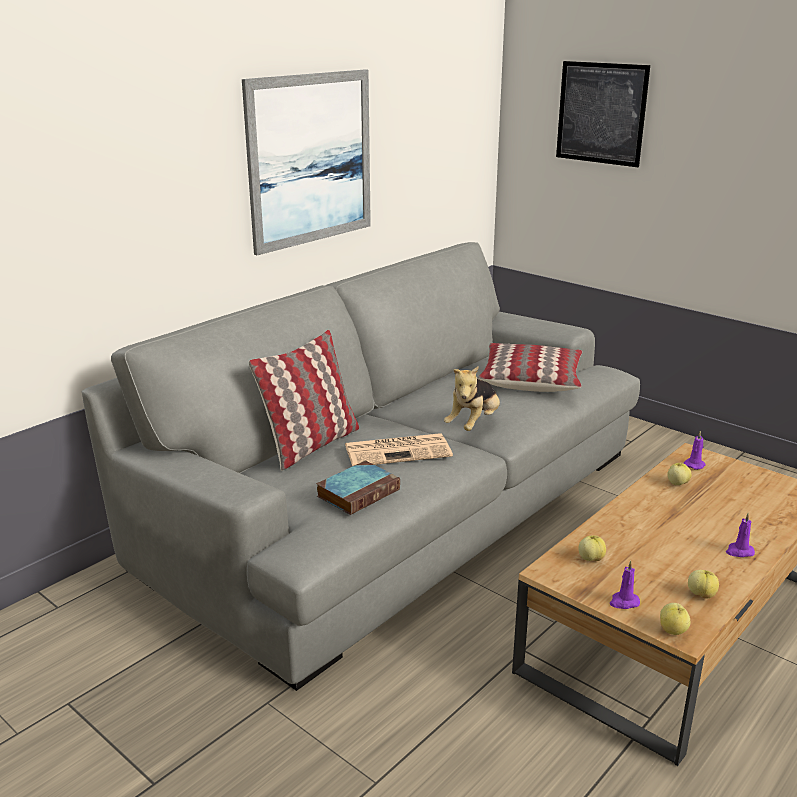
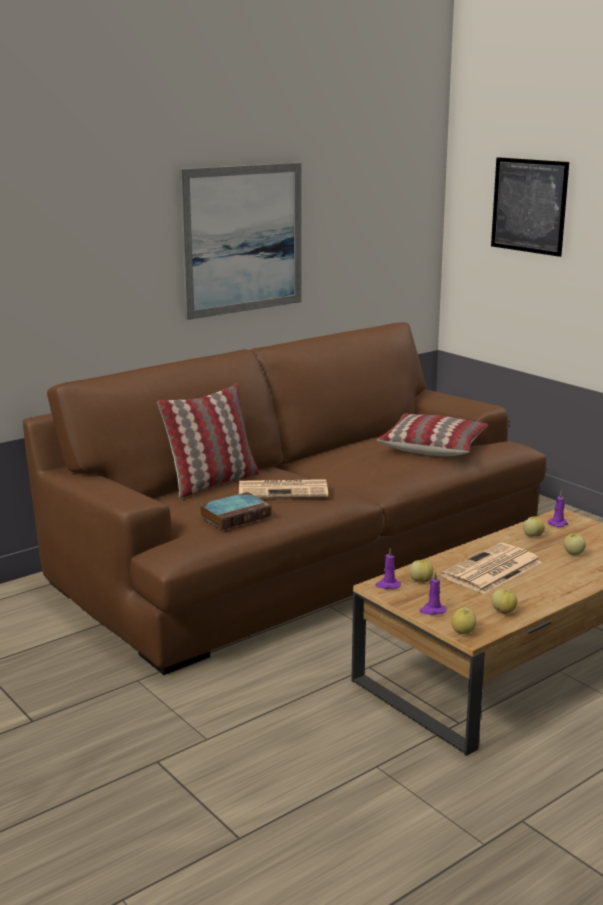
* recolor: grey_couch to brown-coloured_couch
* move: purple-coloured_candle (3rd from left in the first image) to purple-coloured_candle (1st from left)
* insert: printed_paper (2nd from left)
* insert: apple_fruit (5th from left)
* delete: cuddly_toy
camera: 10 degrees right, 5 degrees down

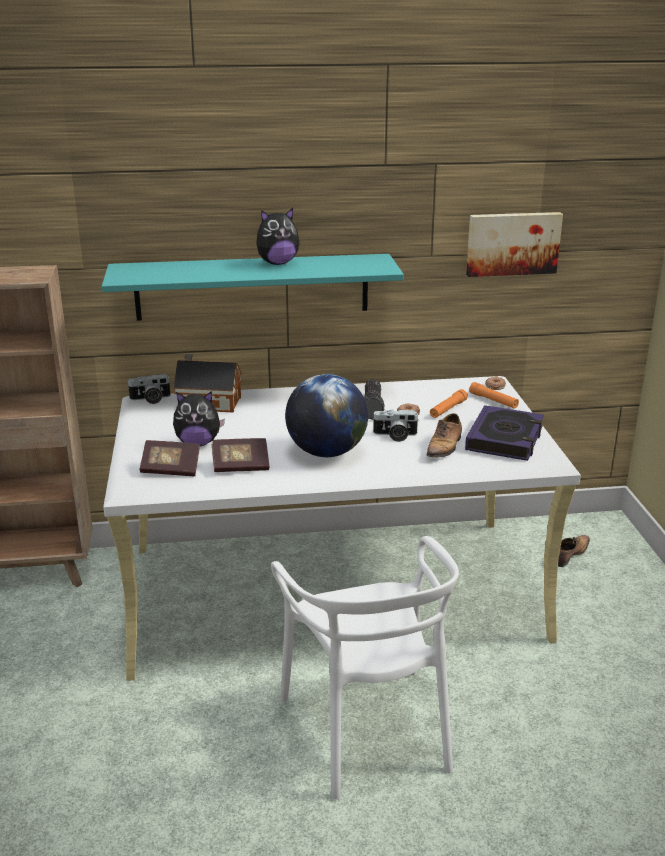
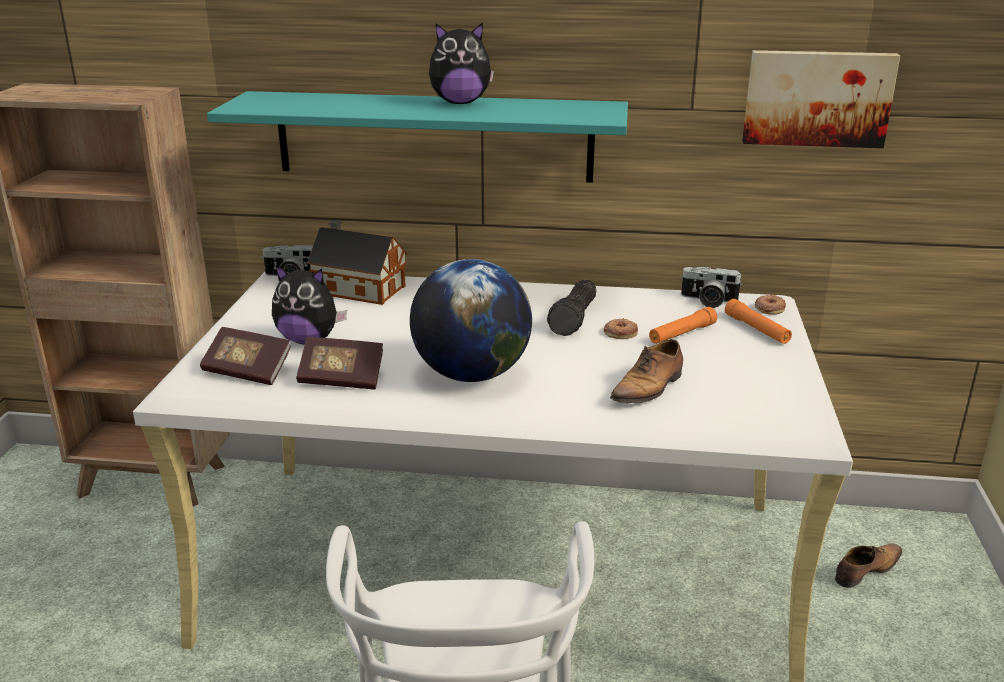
* move: photo_camera (2nd from left)
* delete: book (3rd from left)
camera: 15 degrees right, 0 degrees up

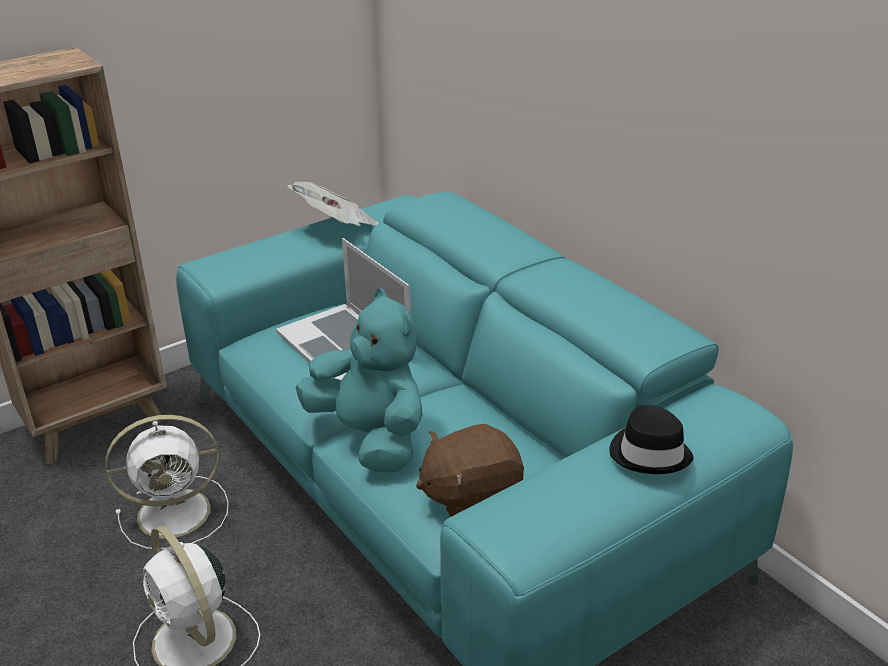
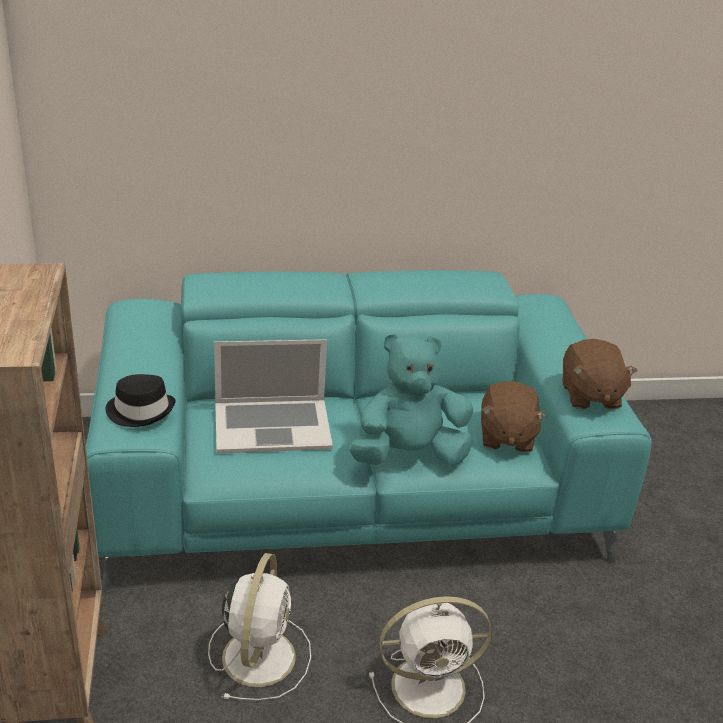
* move: blackish_clothing_hat
* insert: brown-coloured_cuddly_toy (2nd from left)
* delete: printed_paper
camera: 65 degrees left, 0 degrees up

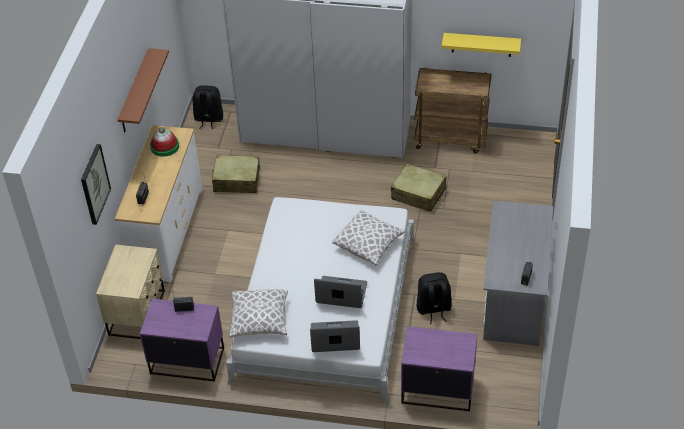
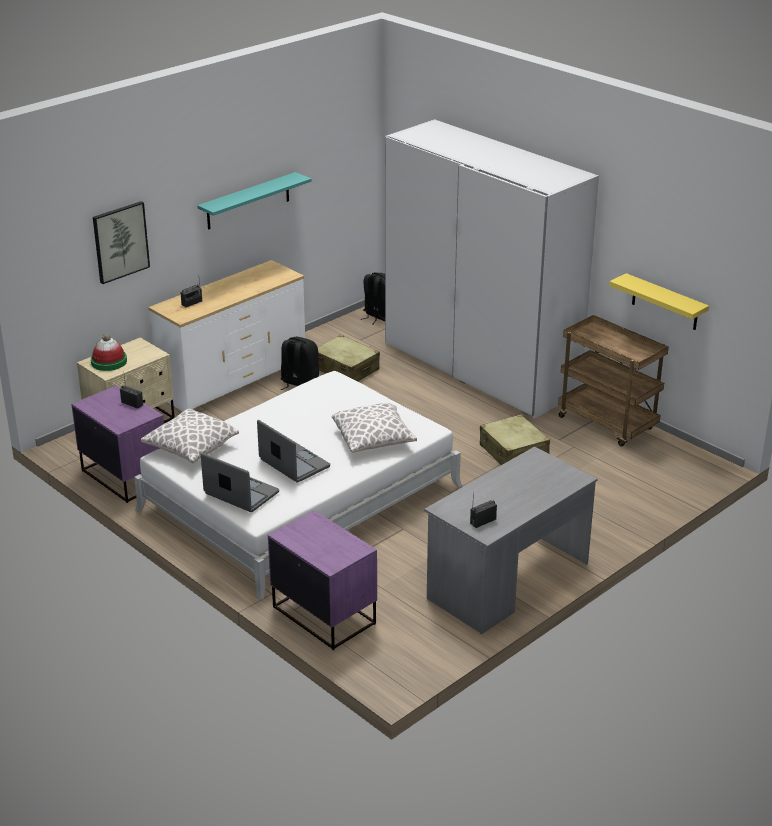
* move: clothing_hat
* recolor: brown-coloured_bracket_shelf to turquoise-coloured_bracket_shelf
* move: blackish_backpack (2nd from left in the first image) to blackish_backpack (1st from left)
camera: 35 degrees right, 15 degrees down

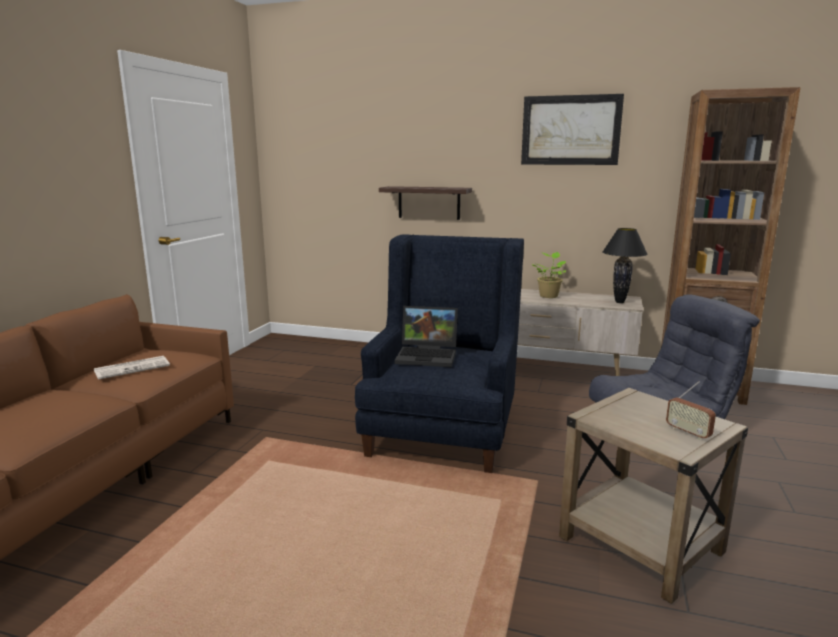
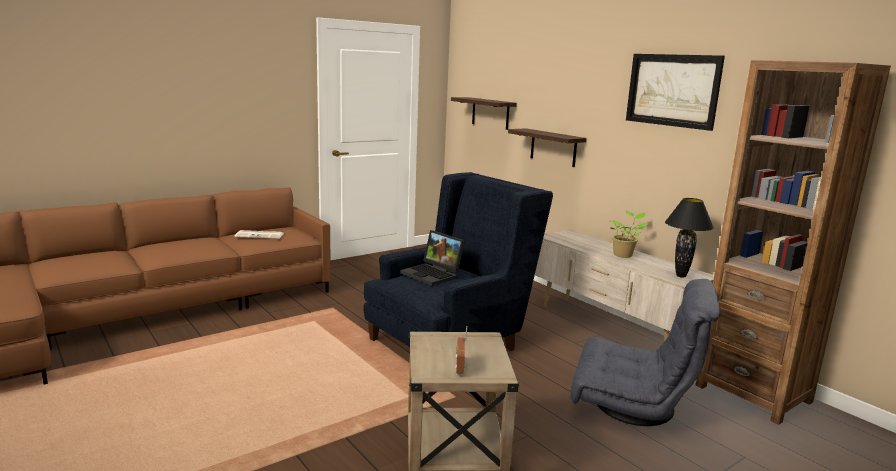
* insert: bracket_shelf (1st from left)
camera: 35 degrees right, 0 degrees up

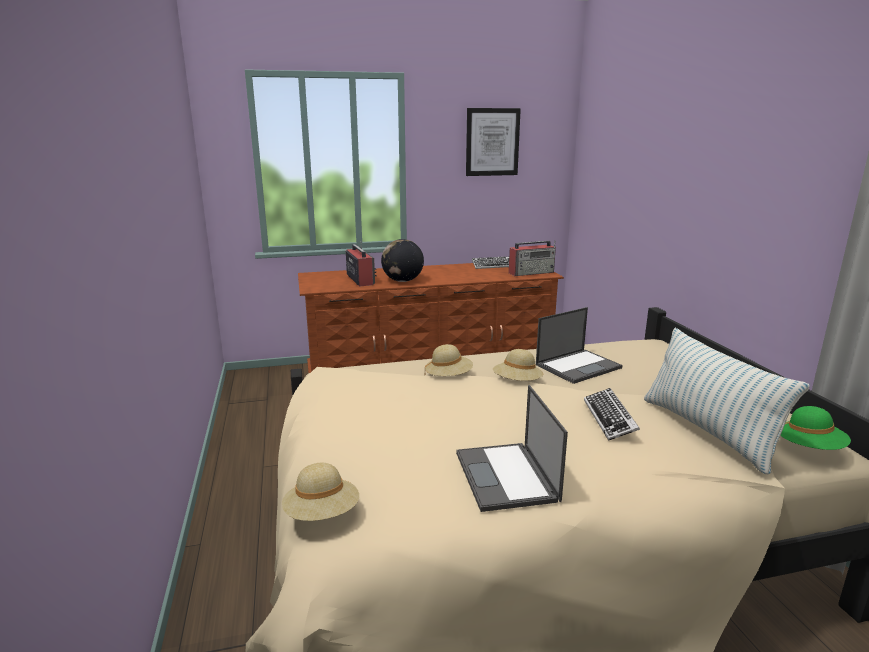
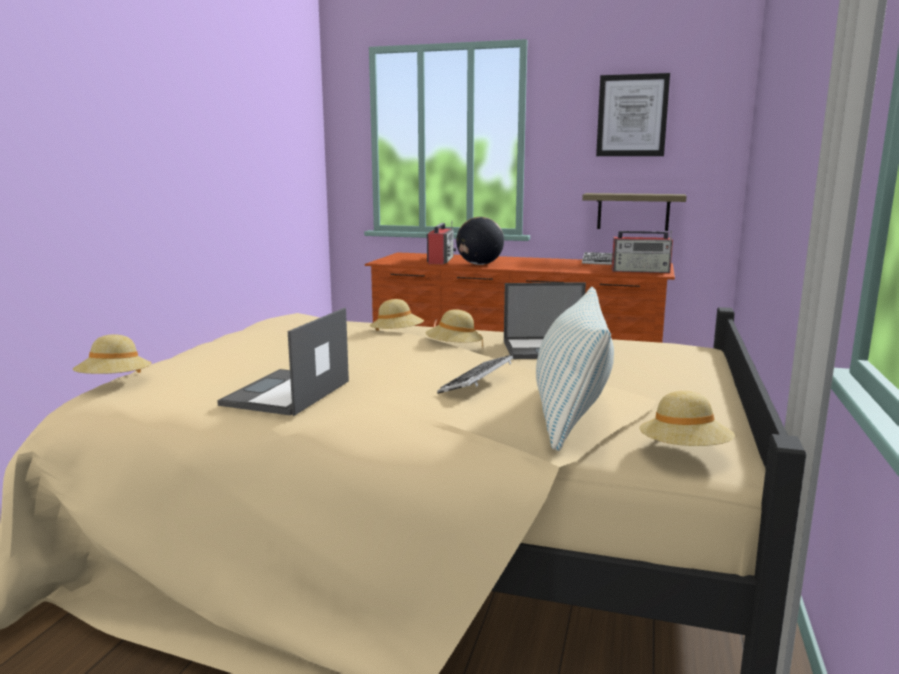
* insert: bracket_shelf
* recolor: green-coloured_clothing_hat to beige_clothing_hat (4th from left)
camera: 30 degrees right, 5 degrees down

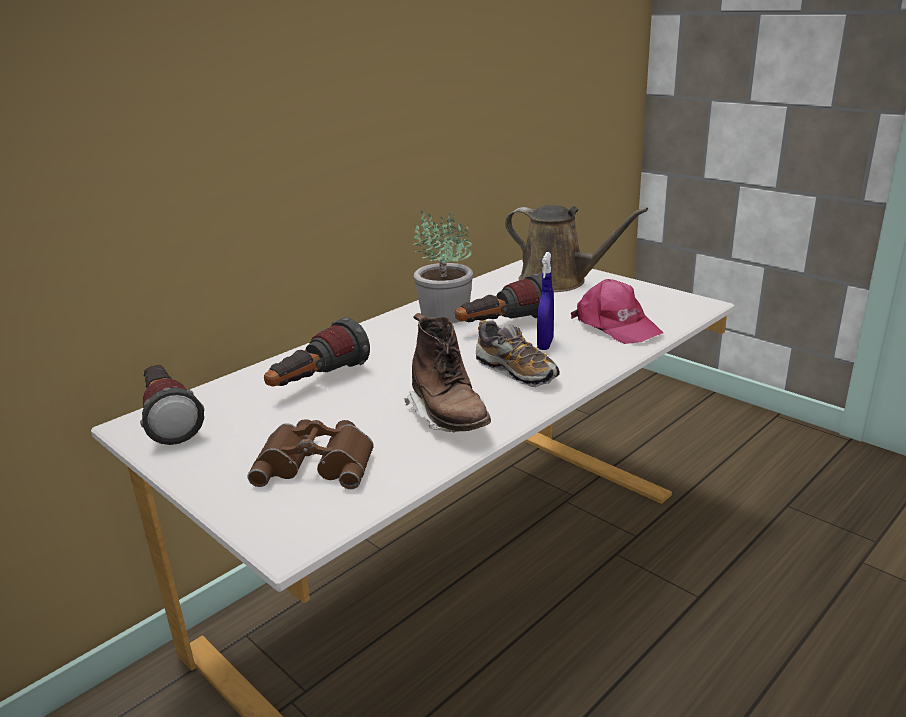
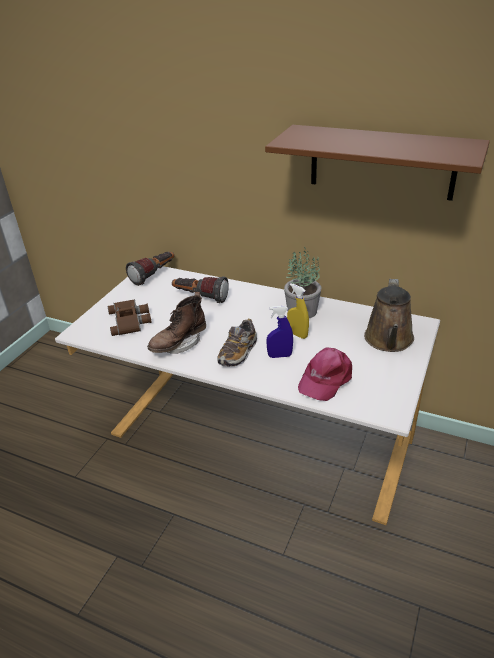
* insert: brown-coloured_bracket_shelf
* replace: torch (3rd from left) to yellowish_sprayer
camera: 70 degrees right, 10 degrees up

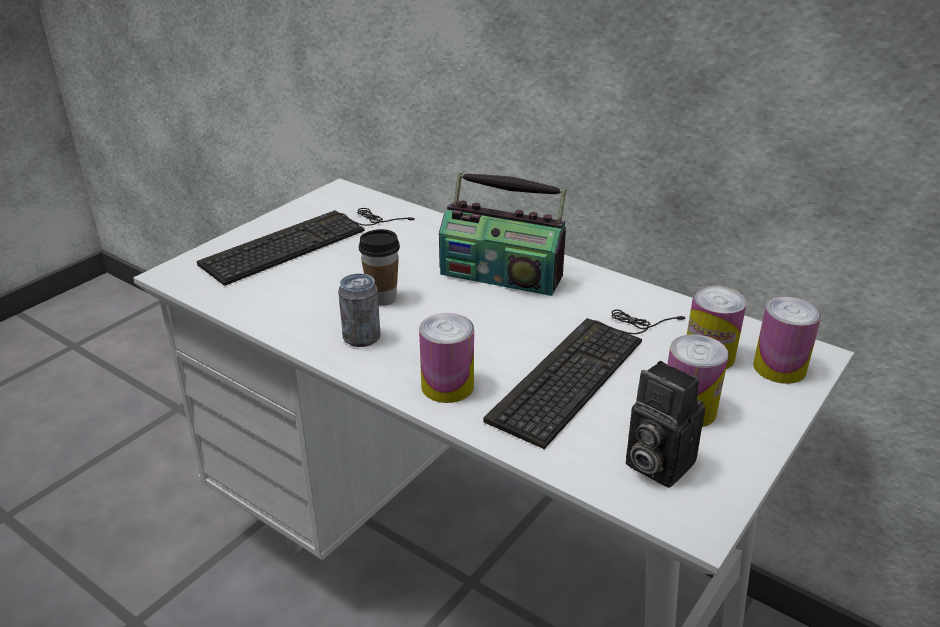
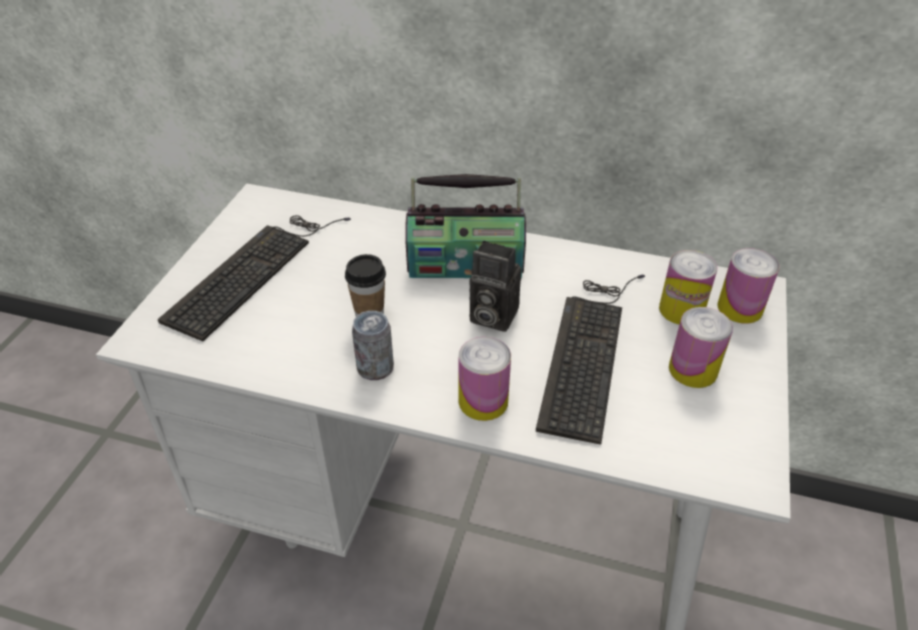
* move: photo_camera
camera: 20 degrees left, 10 degrees up

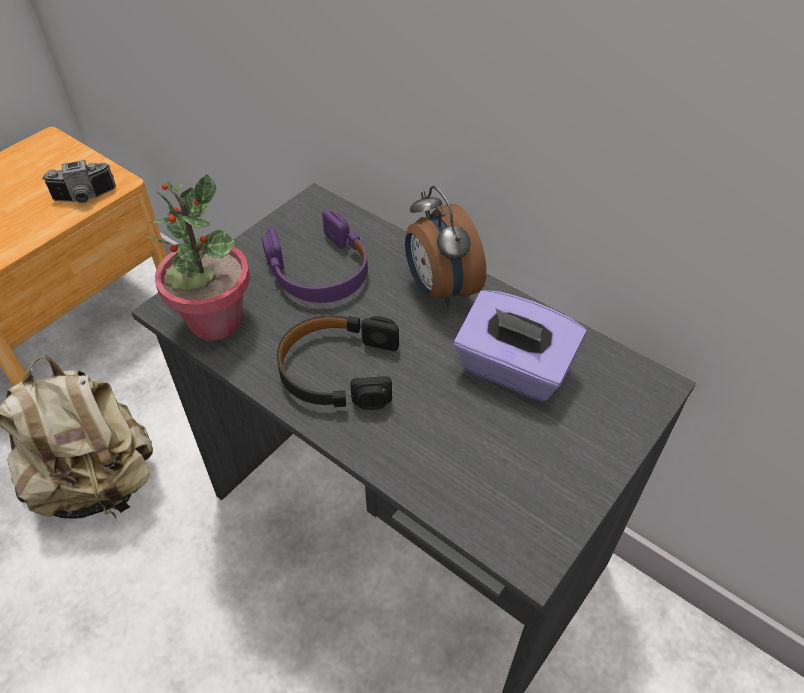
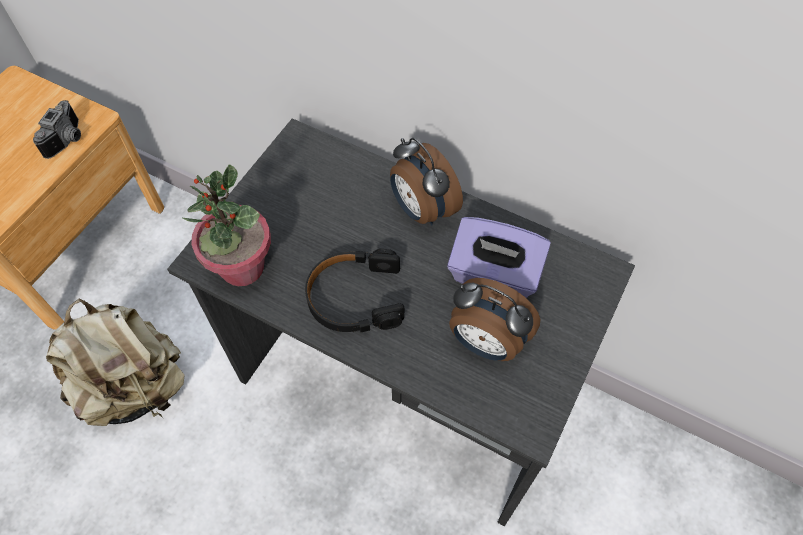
* rotate: photo_camera 45 degrees counterclockwise
* insert: table_clock (2nd from left)
* delete: purple-coloured_headset
camera: 10 degrees left, 10 degrees up

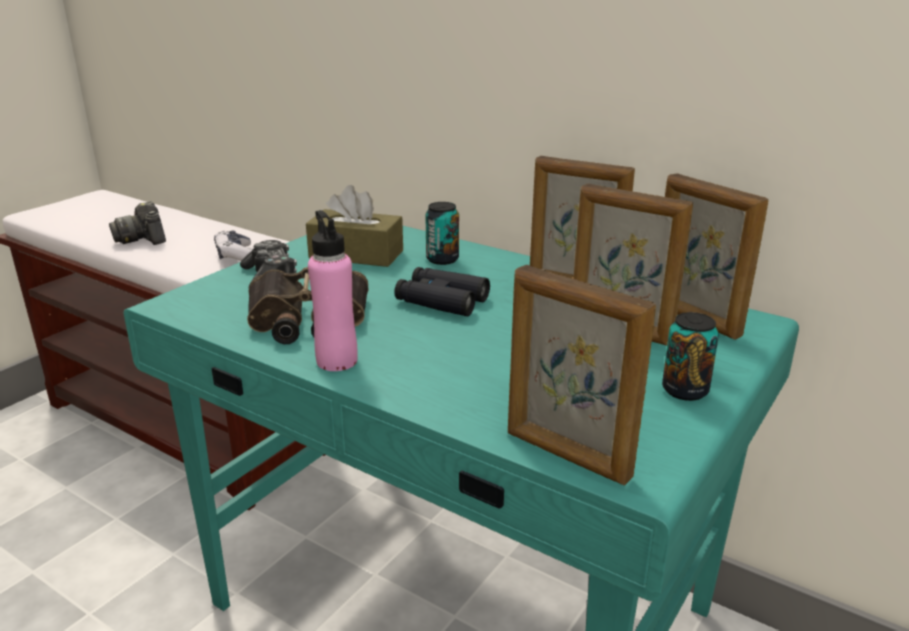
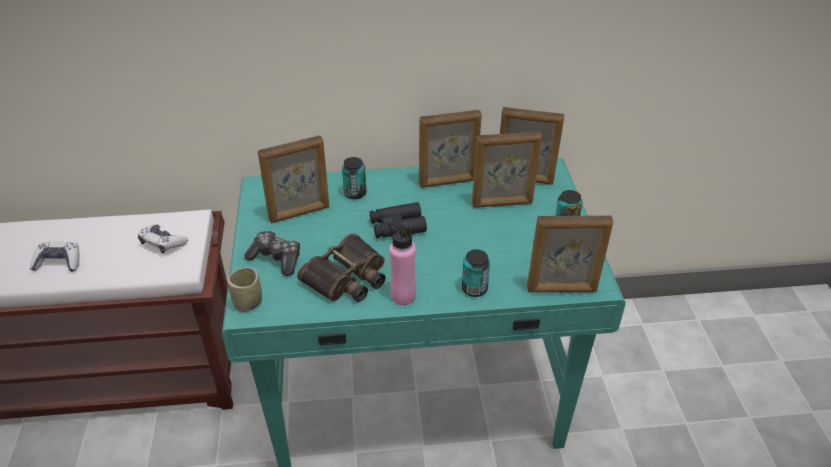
* replace: photo_camera to gamepad (1st from left)
* insert: cup
* replace: brown-coloured_tissue_box to photo_frame (1st from left)
* insert: sealed_can (2nd from left)
camera: 40 degrees left, 15 degrees up

